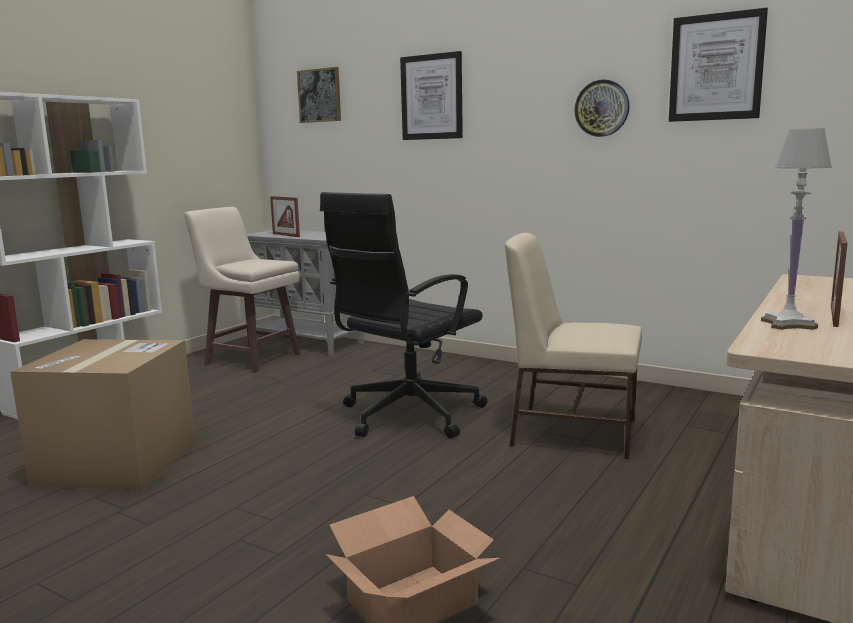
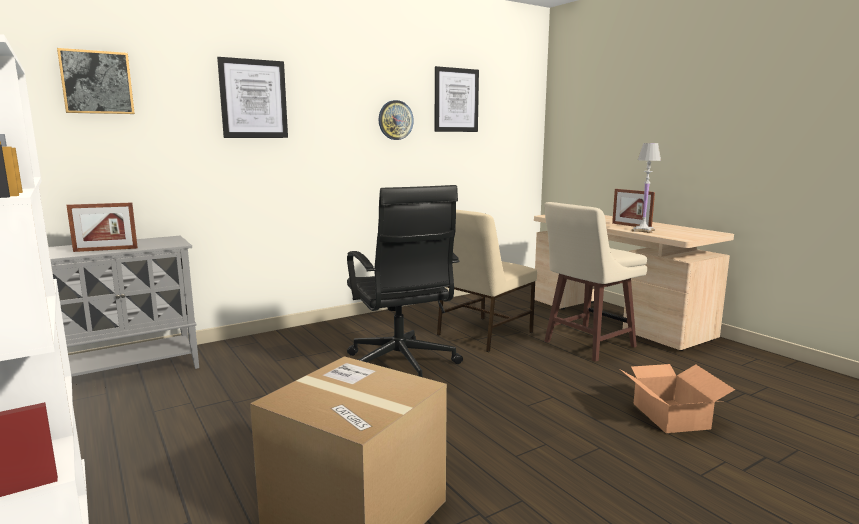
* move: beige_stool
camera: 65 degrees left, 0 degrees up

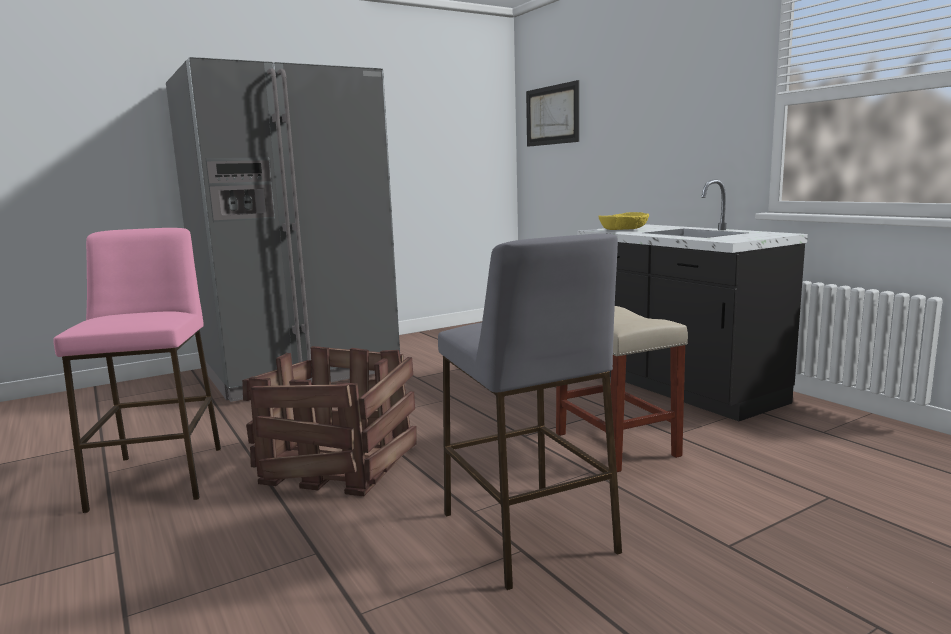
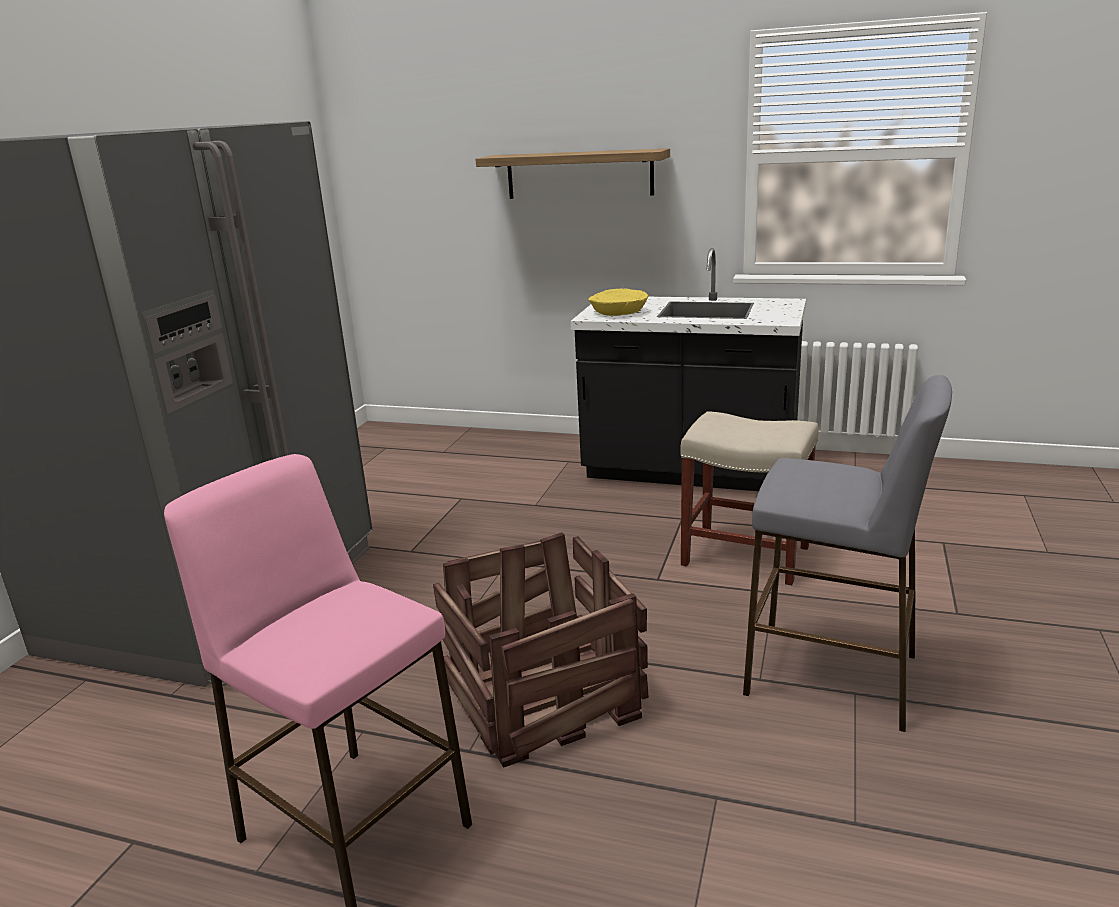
* insert: bracket_shelf
* delete: wall_art
camera: 40 degrees left, 10 degrees up

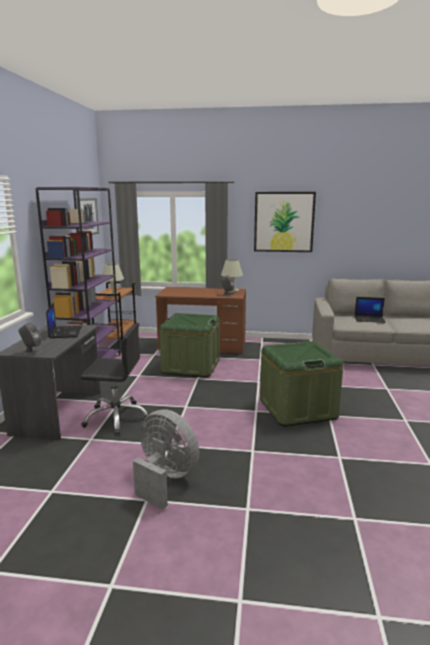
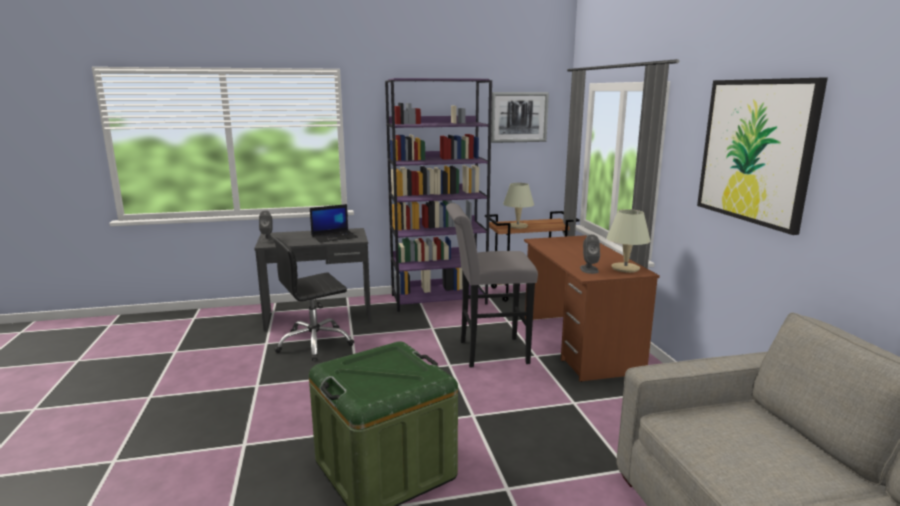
* rotate: blackish_desk_chair 75 degrees clockwise
* replace: green-coloured_storage_container (1st from left) to grey_stool
* delete: grey_cooling_fan
* delete: portable_computer (2nd from left)
camera: 70 degrees right, 0 degrees up

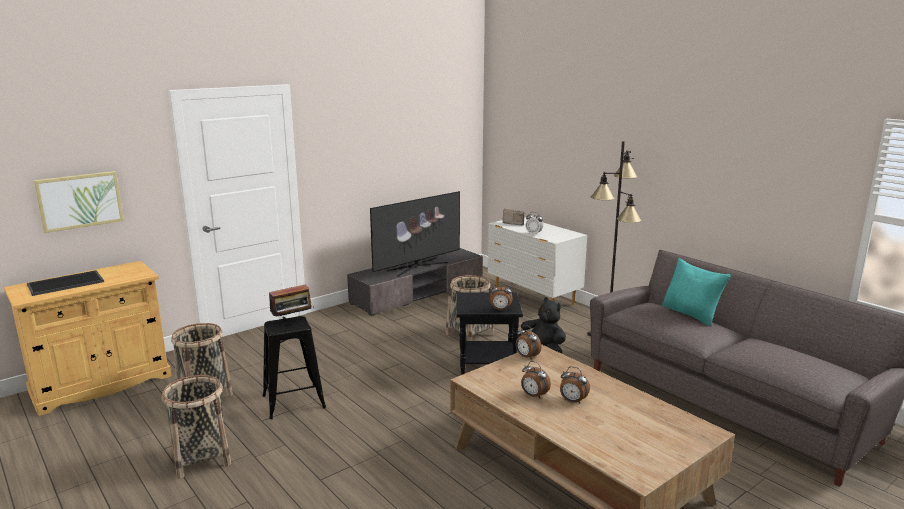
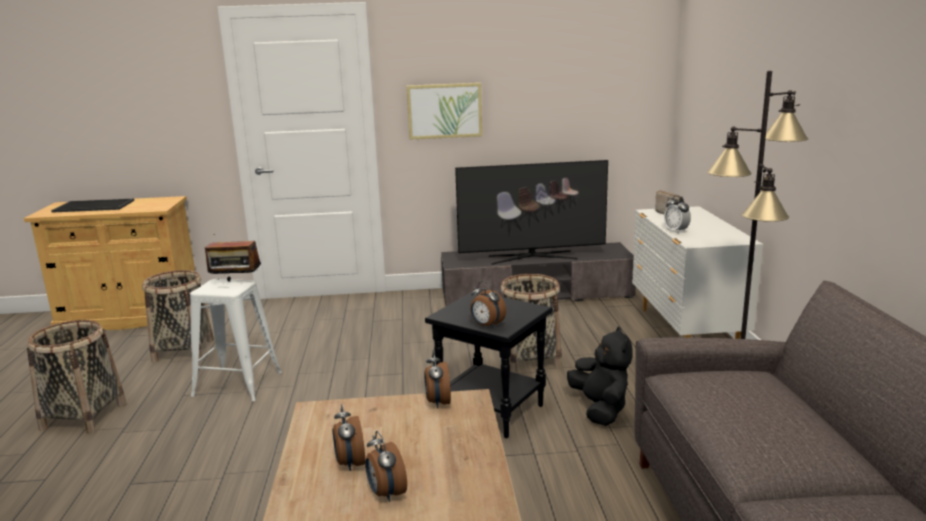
* recolor: blackish_stool to whitish_stool
* move: wall_art
* delete: turquoise-coloured_cushion
camera: 35 degrees right, 0 degrees up

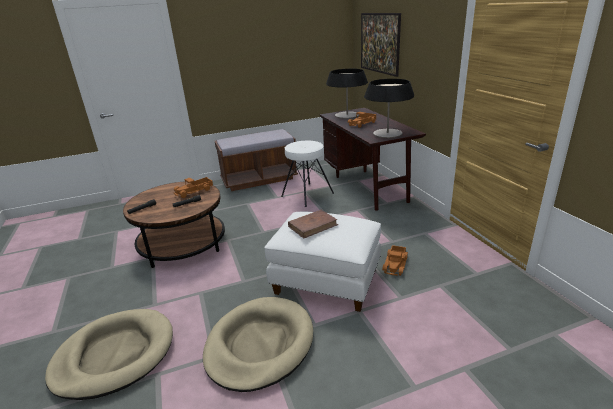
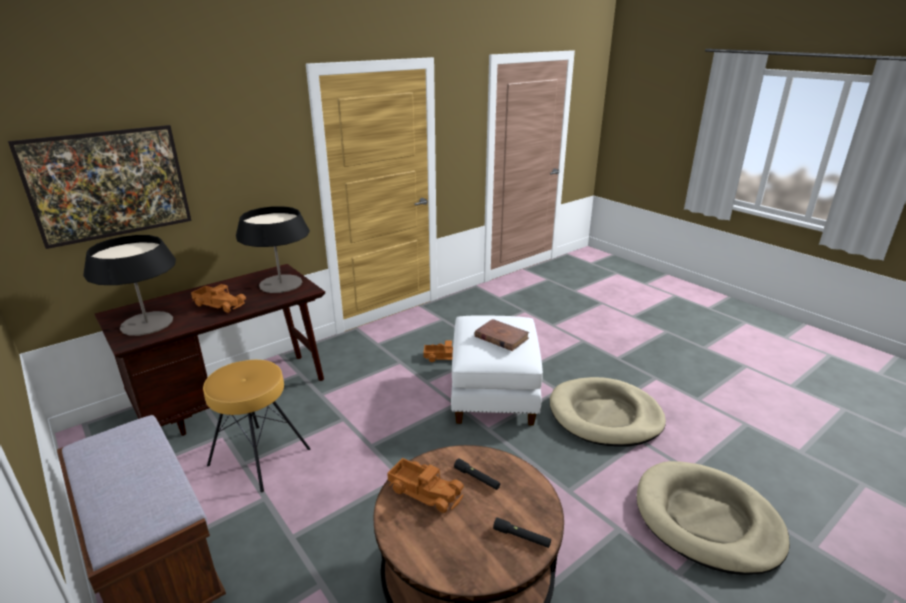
* recolor: whitish_stool to brown-coloured_stool
camera: 110 degrees left, 0 degrees up

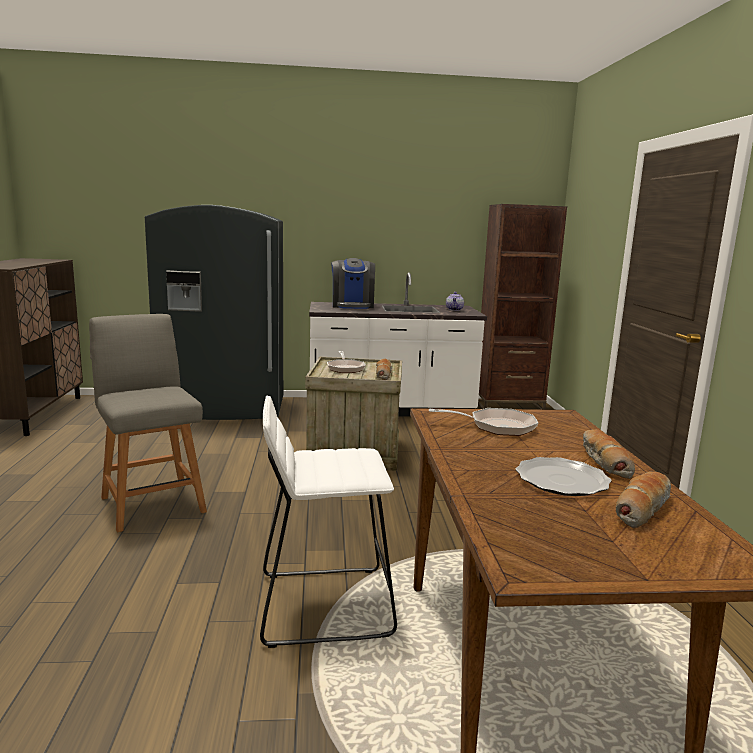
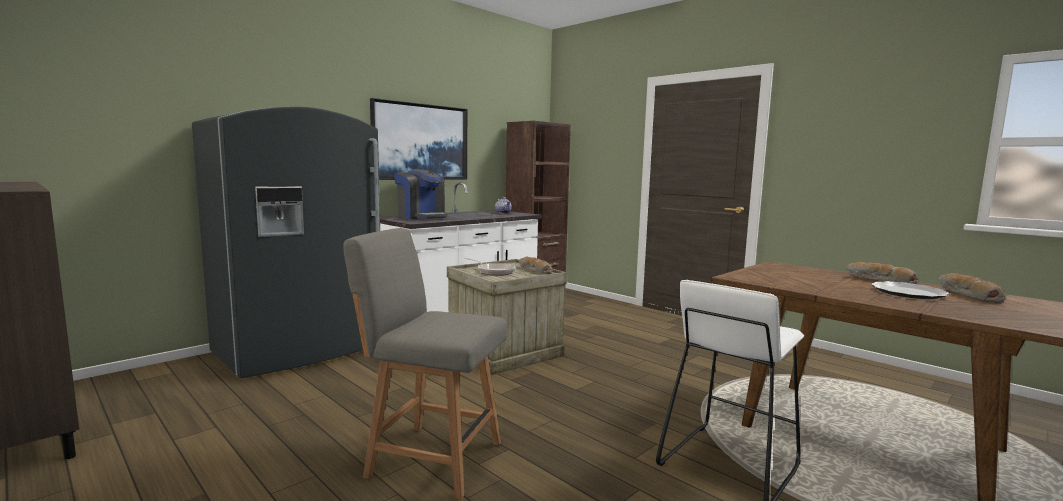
* insert: wall_art
* delete: skillet (2nd from left)
camera: 40 degrees left, 5 degrees down

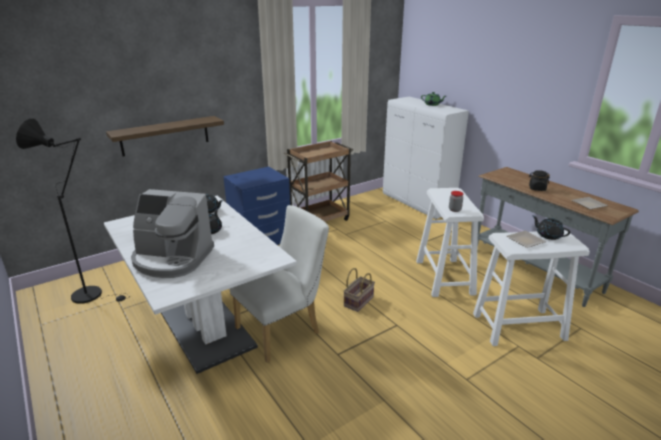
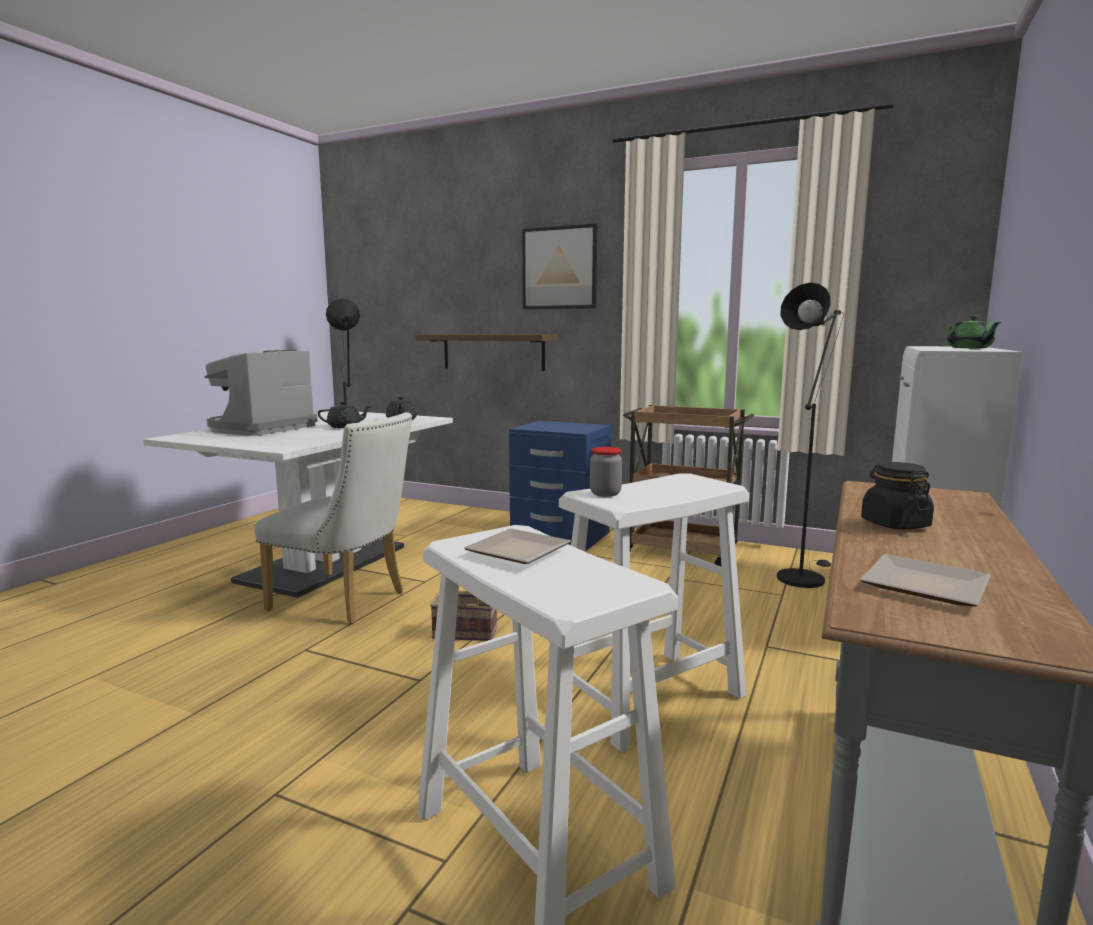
* rotate: coffee_maker 45 degrees clockwise
* insert: wall_art
* insert: blackish_floor_lamp (2nd from left)
* delete: blackish_teapot (3rd from left)
camera: 60 degrees right, 15 degrees down

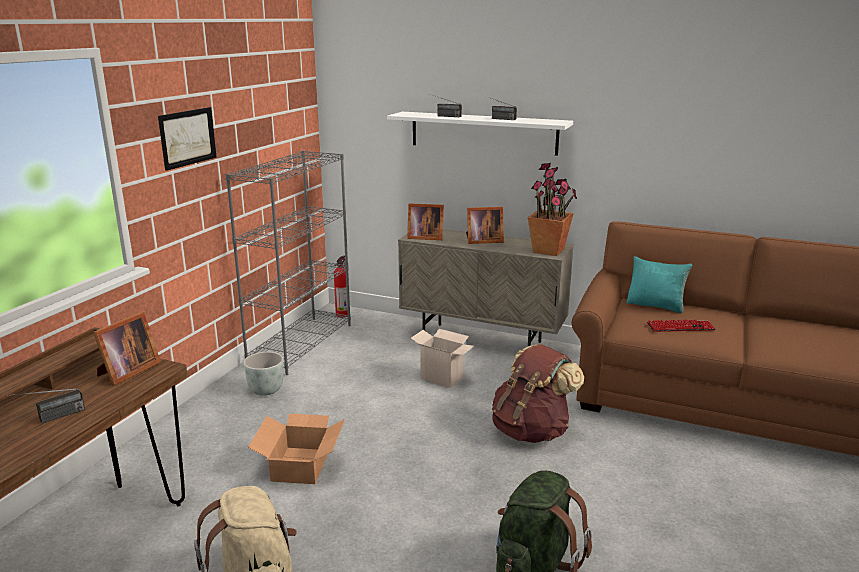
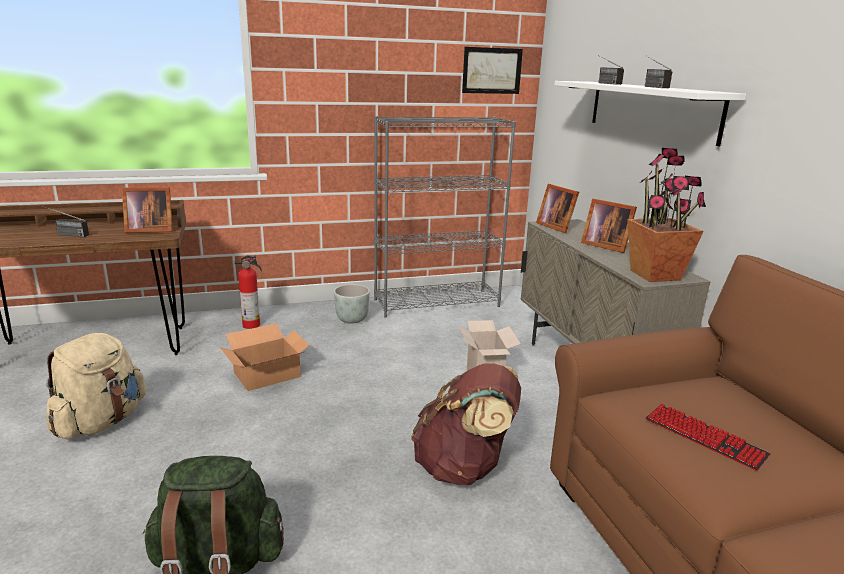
* move: fire-fighting_cylinder
* move: wall_art
* delete: turquoise-coloured_cushion
camera: 50 degrees right, 0 degrees up

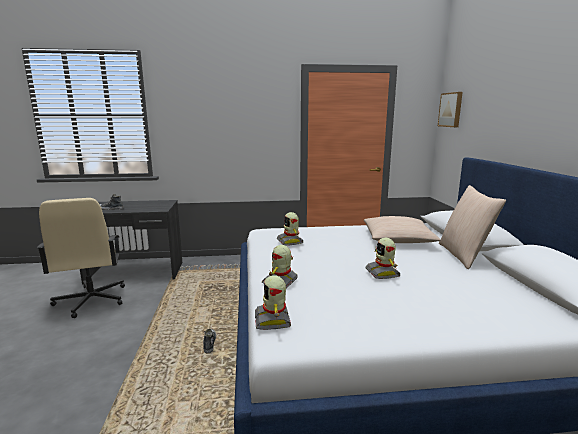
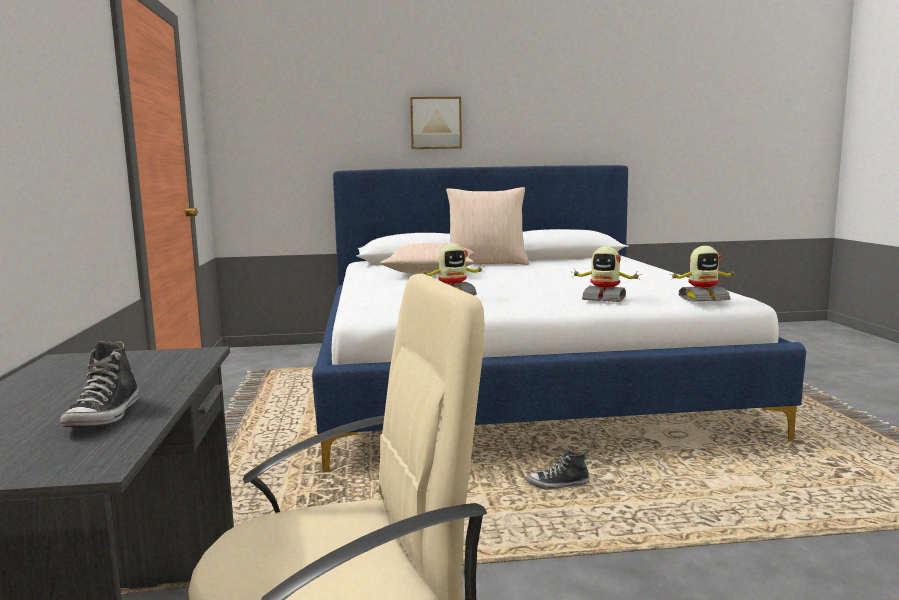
* move: wall_art
* delete: toy_robot (4th from left)
camera: 90 degrees left, 5 degrees down

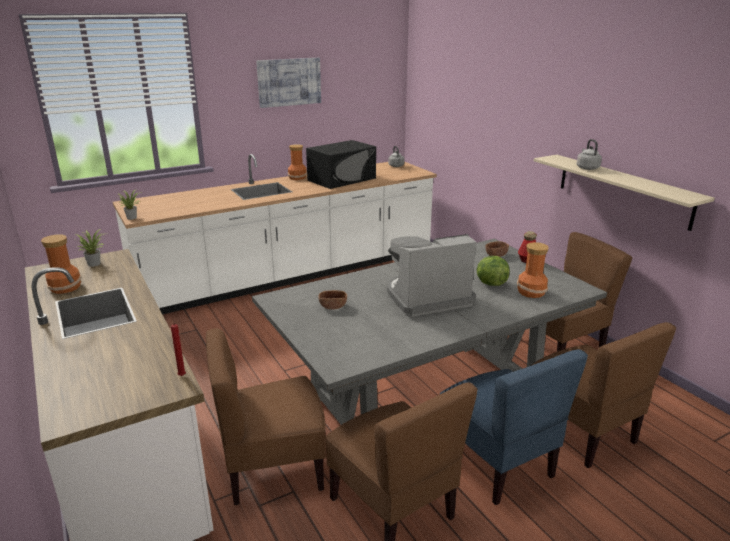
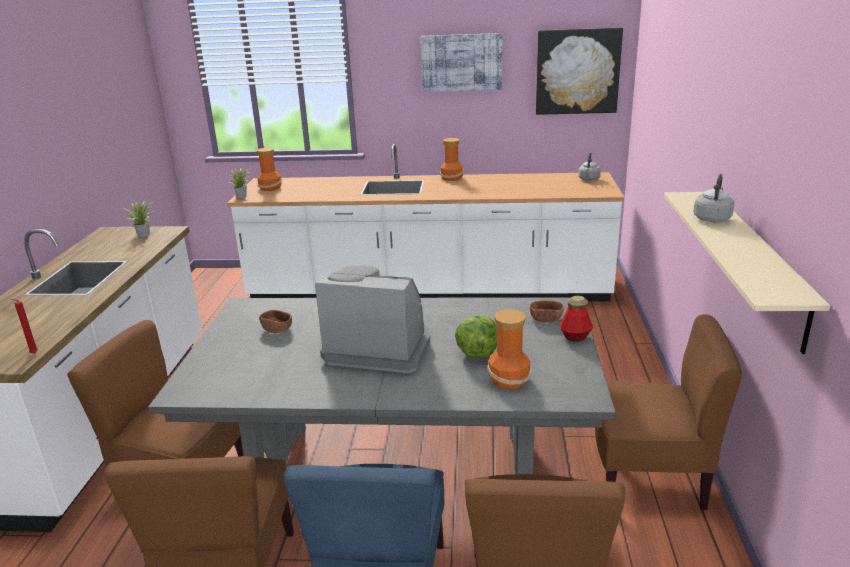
* move: vase (1st from left)
* insert: wall_art (2nd from left)
* delete: blackish_kitchen_microwave
camera: 35 degrees right, 0 degrees up

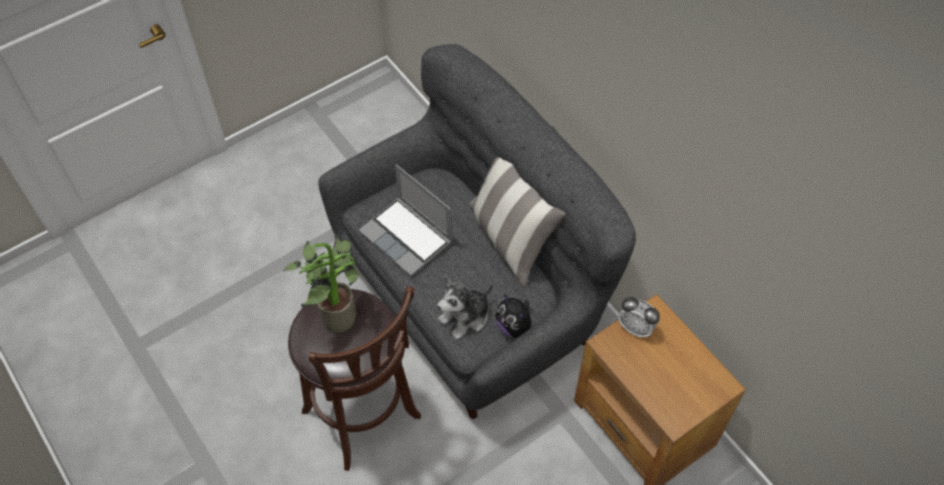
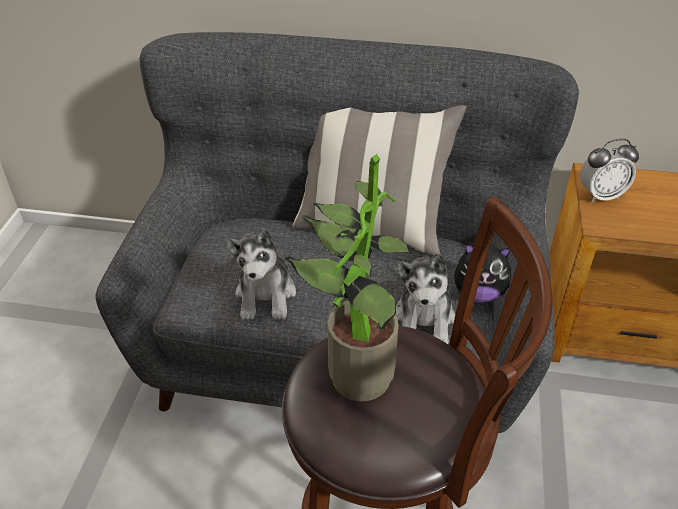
* replace: portable_computer to cuddly_toy (1st from left)
camera: 45 degrees left, 15 degrees down

